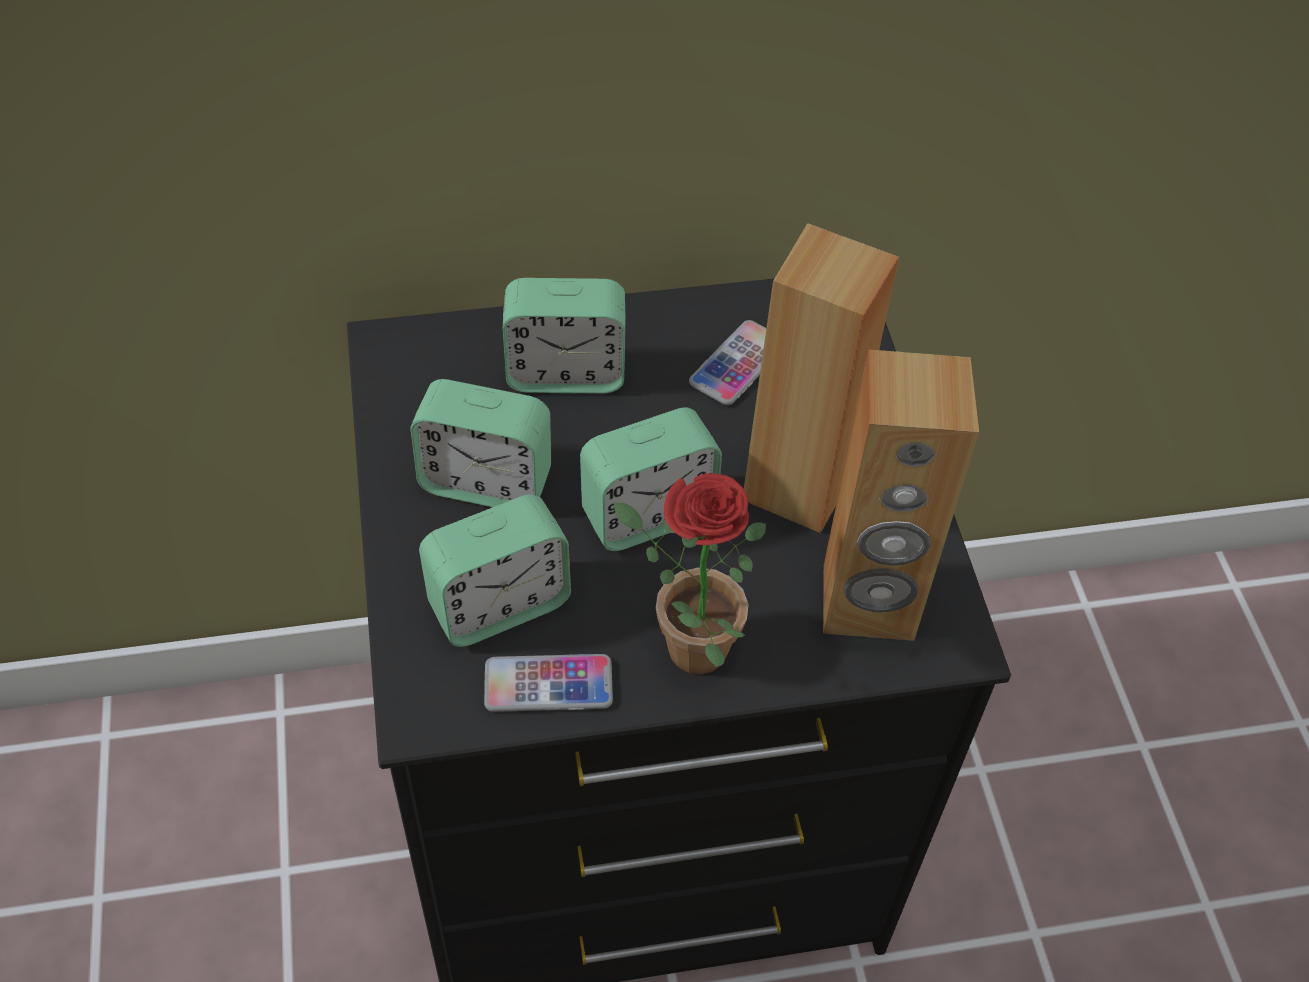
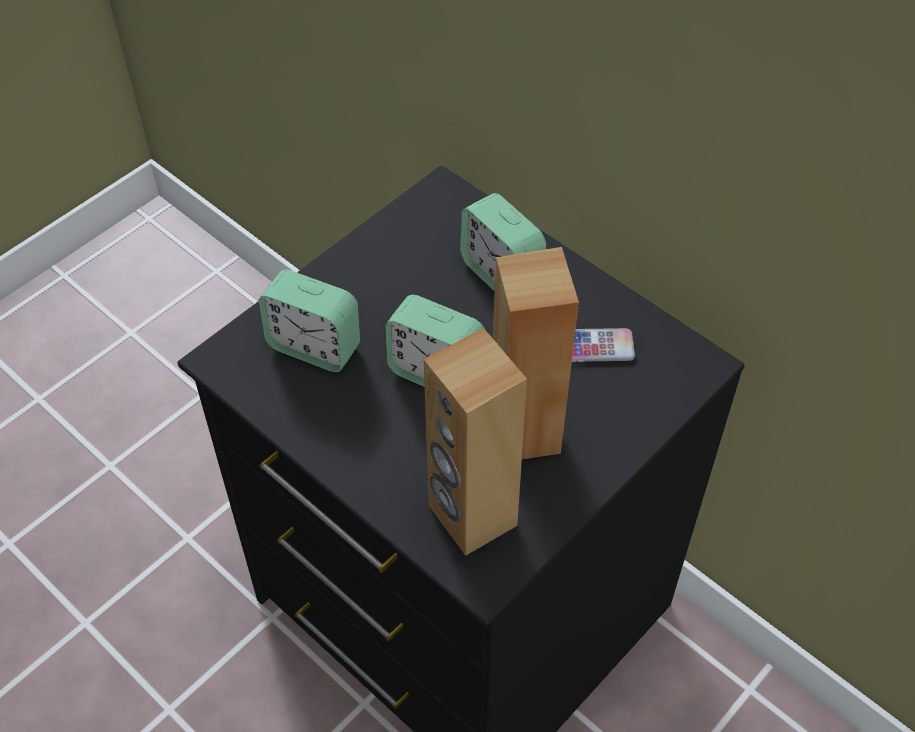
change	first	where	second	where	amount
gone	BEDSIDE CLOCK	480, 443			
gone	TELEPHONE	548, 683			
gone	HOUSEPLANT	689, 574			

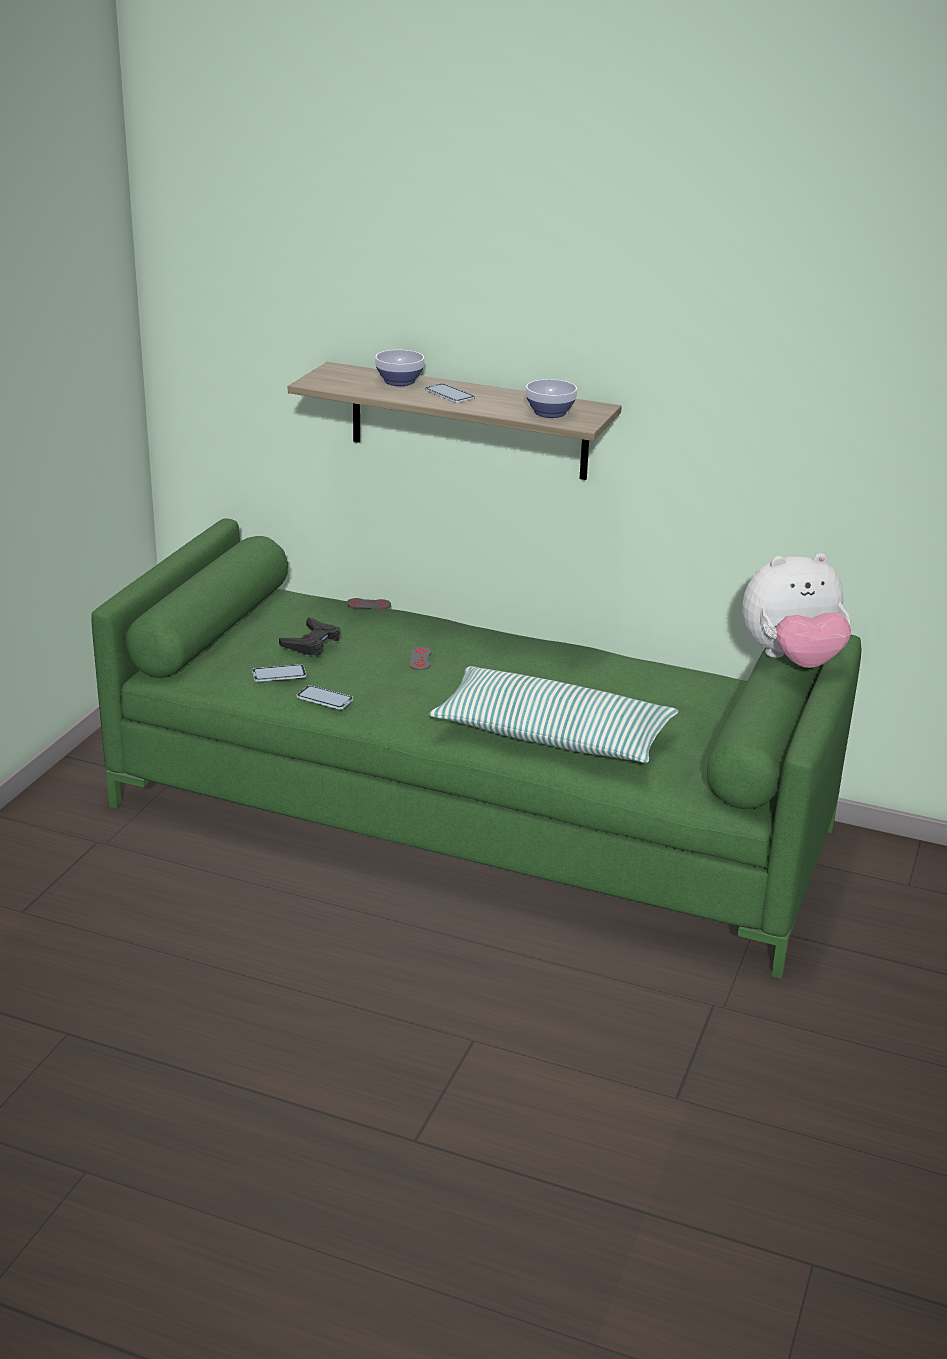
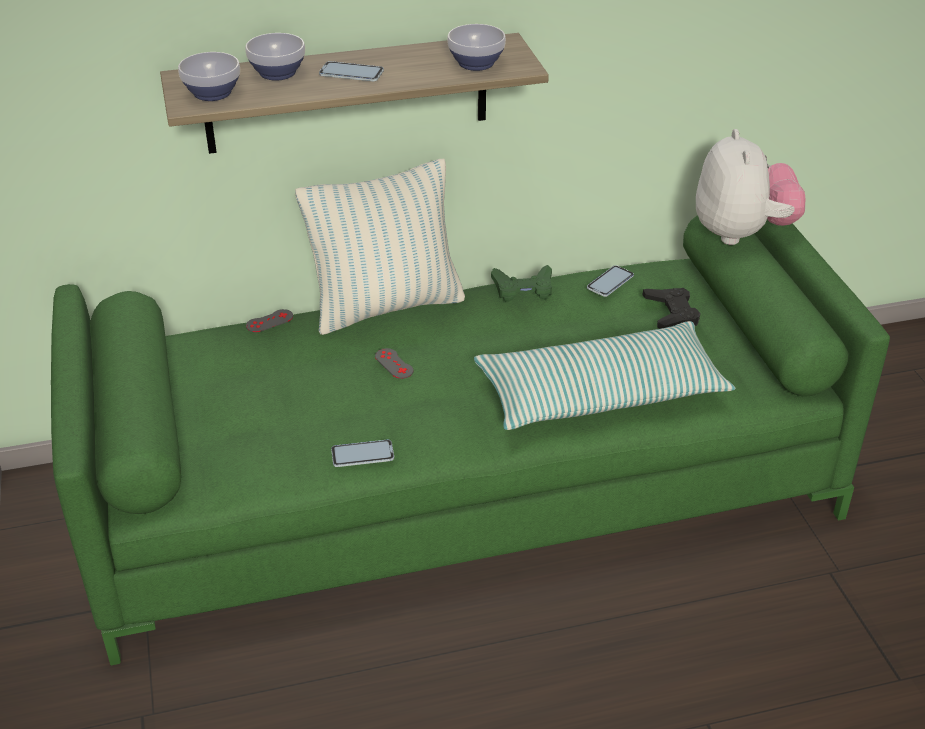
change	first	where	second	where	amount
new			SERVING BOWL	209, 76	
new			PILLOW	380, 247	
new			GREEN-COLOURED GAME CONTROLLER	521, 283	
shifted	TELEPHONE	279, 673		610, 281	
shifted	BLACK GAME CONTROLLER	309, 636		671, 308	
rotated	CUDDLY TOY	796, 610		750, 187	45 degrees counterclockwise

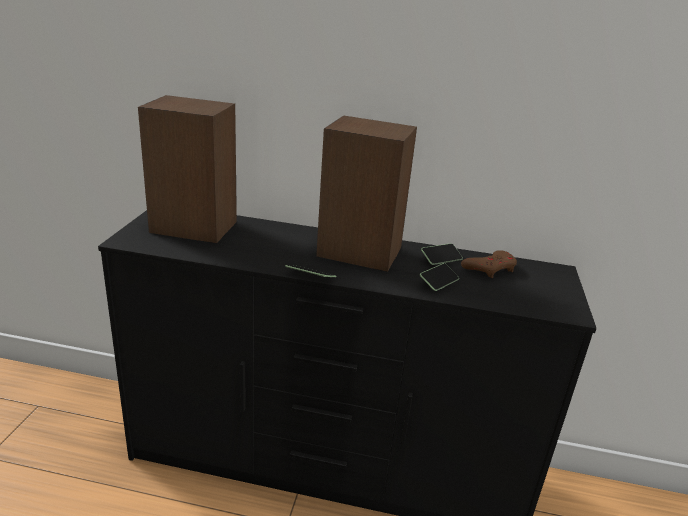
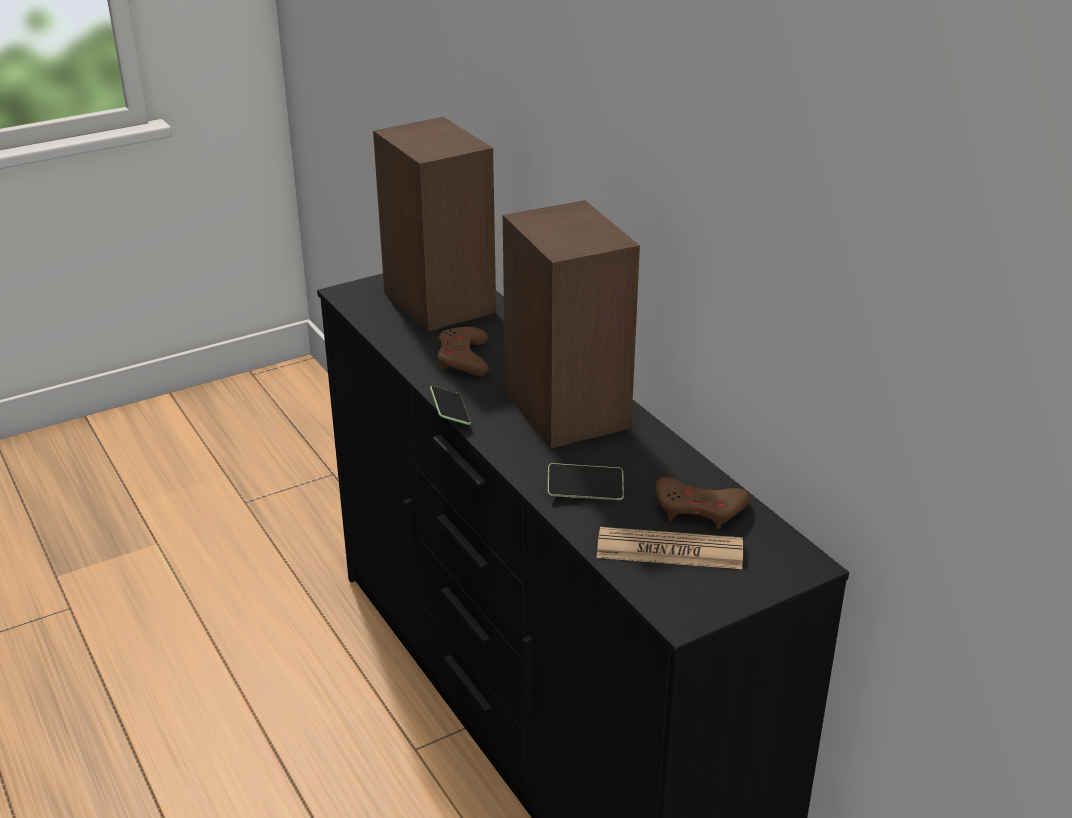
change	first	where	second	where	amount
gone	TELEPHONE	442, 254			
new			BROWNISH GAME CONTROLLER	463, 351	
new			PRINTED PAPER	670, 548	

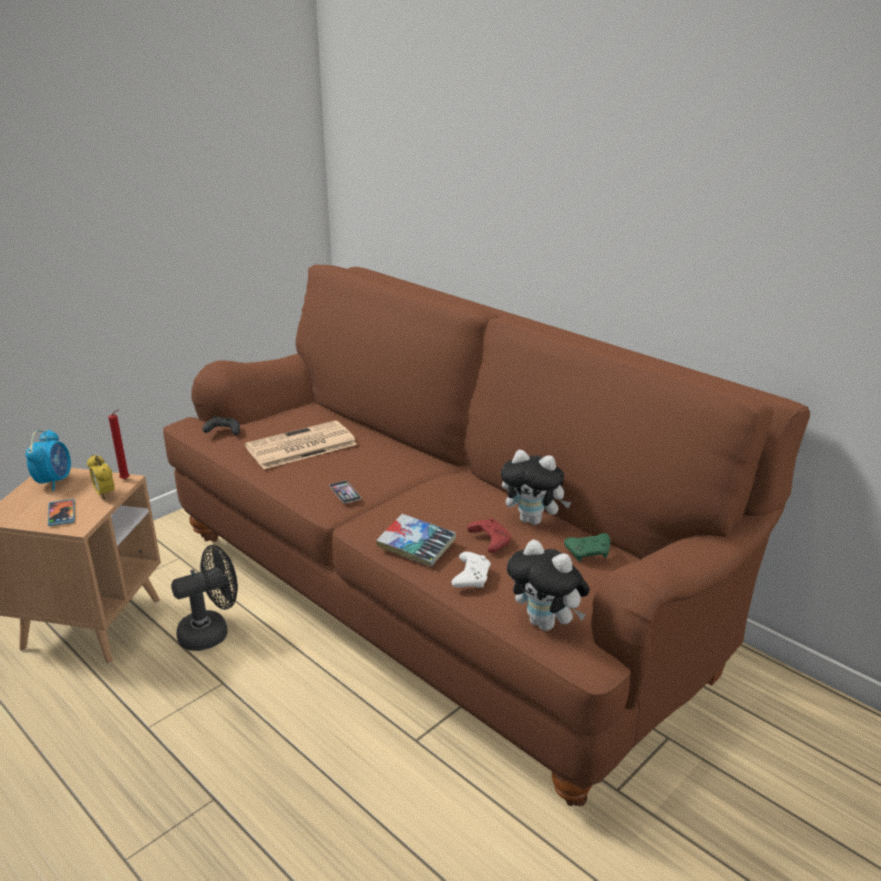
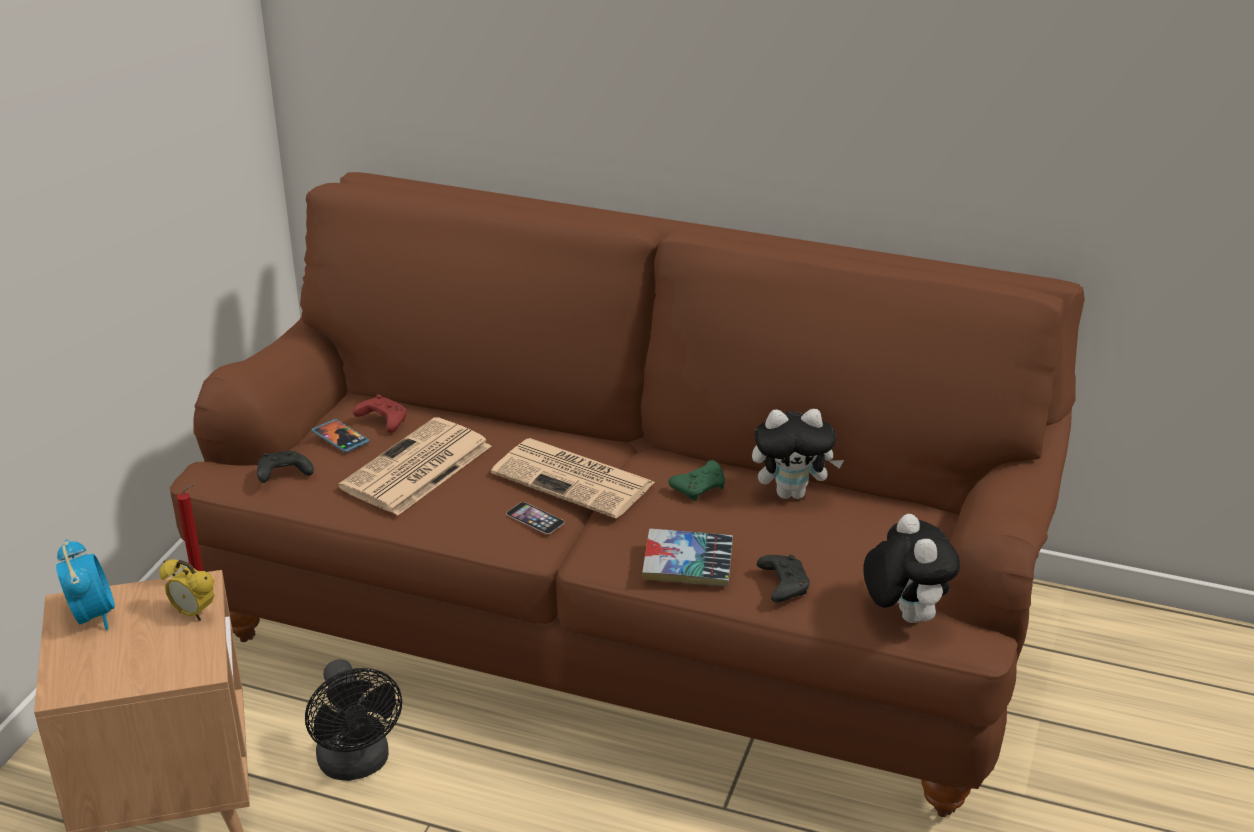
change	first	where	second	where	amount
new			PRINTED PAPER	573, 478	
shifted	TELEPHONE	61, 512		340, 436	
shifted	RED GAME CONTROLLER	489, 535		380, 414	
shifted	GREEN-COLOURED GAME CONTROLLER	587, 547		696, 480	
repainted	WHITE GAME CONTROLLER	471, 570	BLACK GAME CONTROLLER	783, 579	
rotated	BLACK COOLING FAN	204, 598		353, 720	120 degrees clockwise
rotated	CUDDLY TOY	548, 585		911, 568	120 degrees counterclockwise

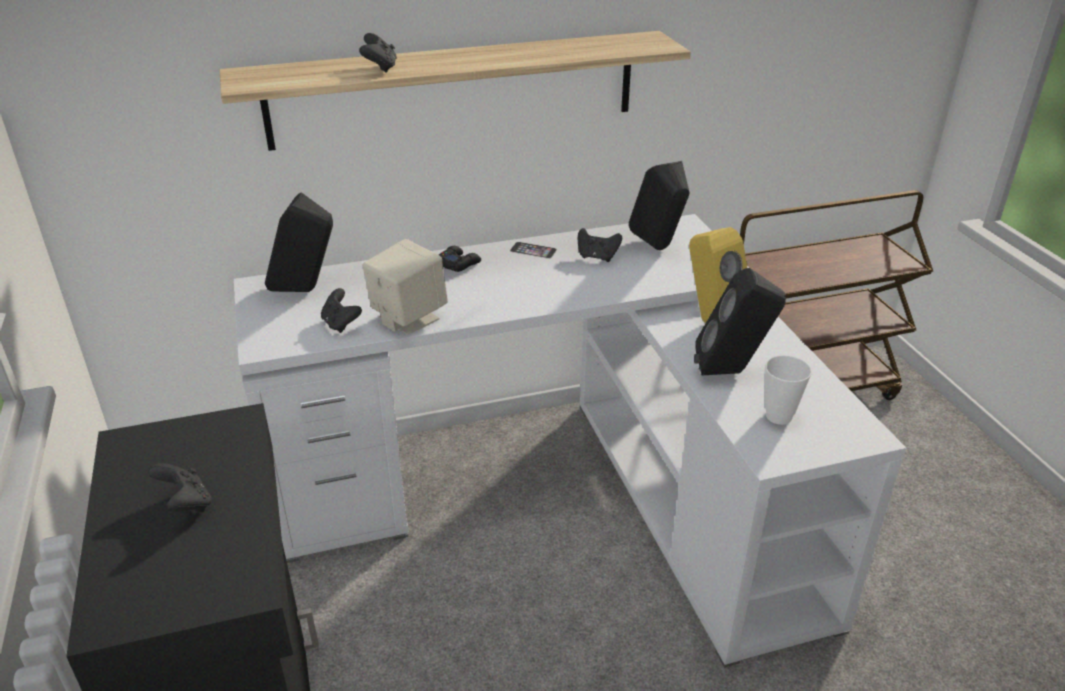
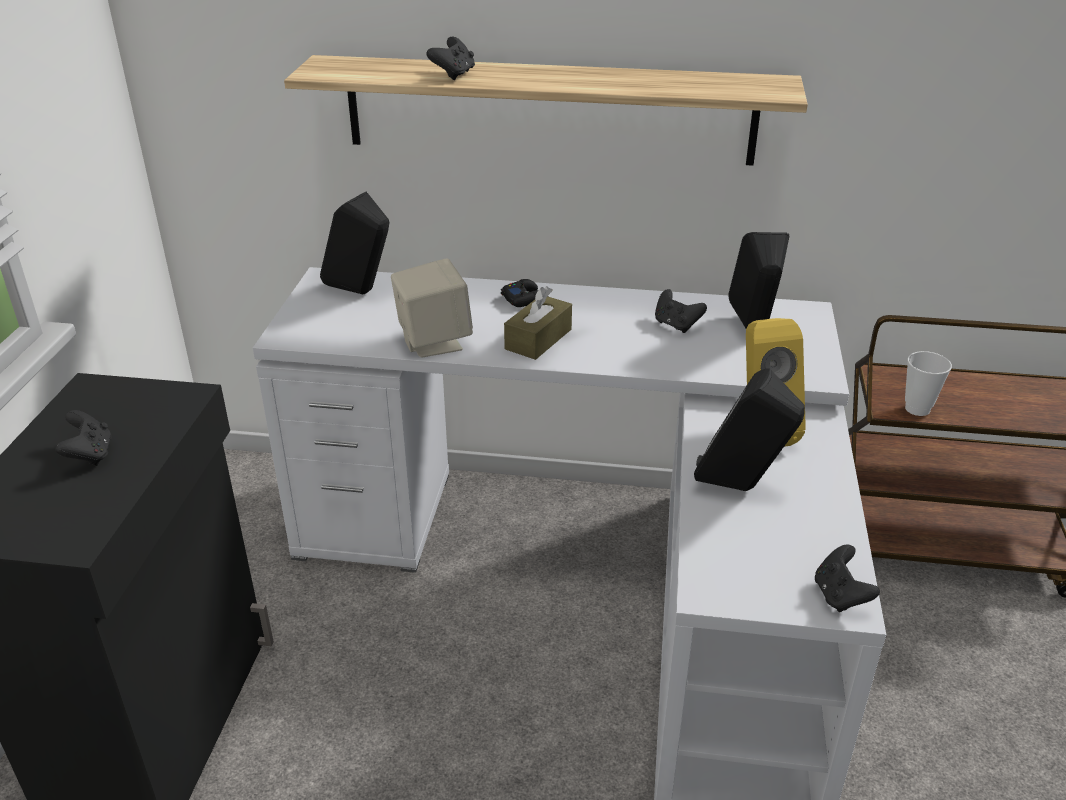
change	first	where	second	where	amount
gone	TELEPHONE	533, 250			
new			BROWNISH BOX OF TISSUES	538, 323	
shifted	BLACK GAME CONTROLLER	341, 310		847, 578	
shifted	CUP	788, 390		928, 383	

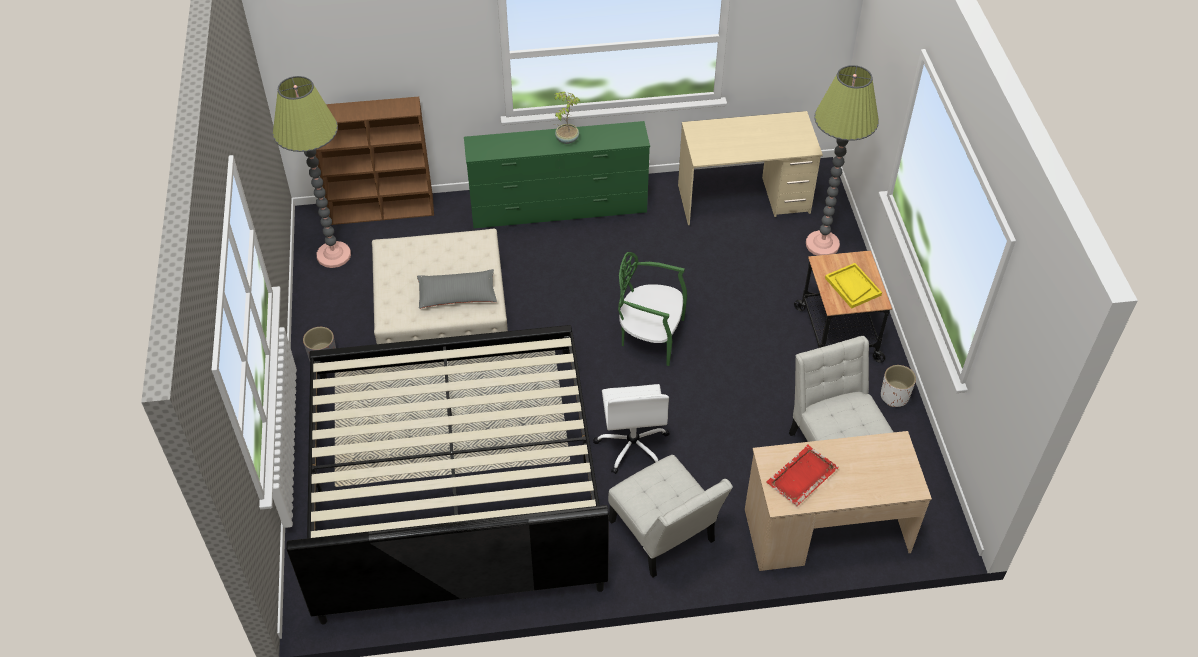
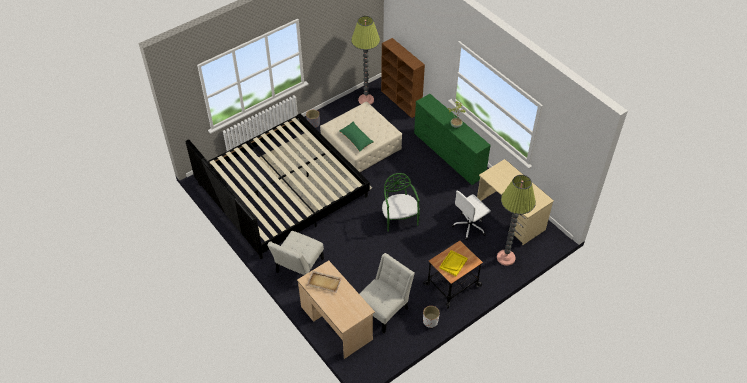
change	first	where	second	where	amount
shifted	WHITE OFFICE CHAIR	631, 429		471, 215	
repainted	GRAY PILLOW	457, 289	GREEN-COLOURED PILLOW	356, 137	
repainted	RED TRAY	802, 475	BEIGE TRAY	324, 282	

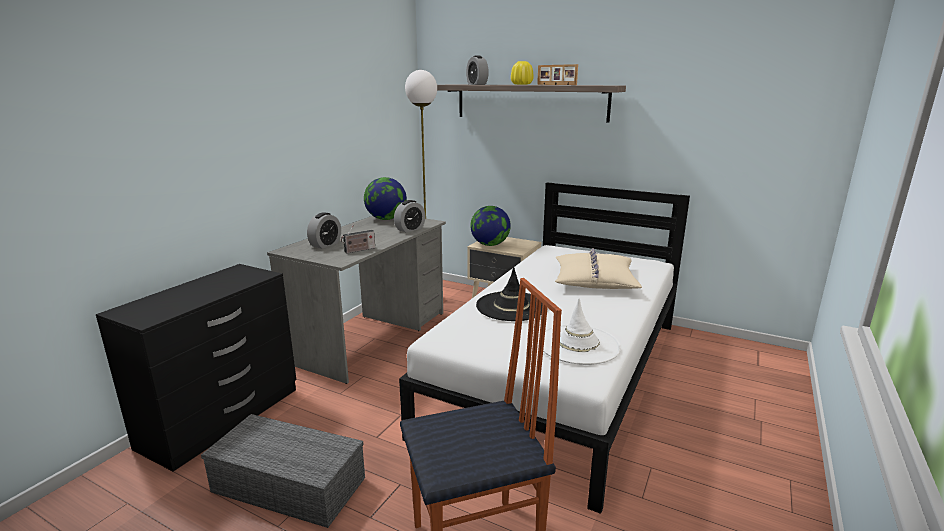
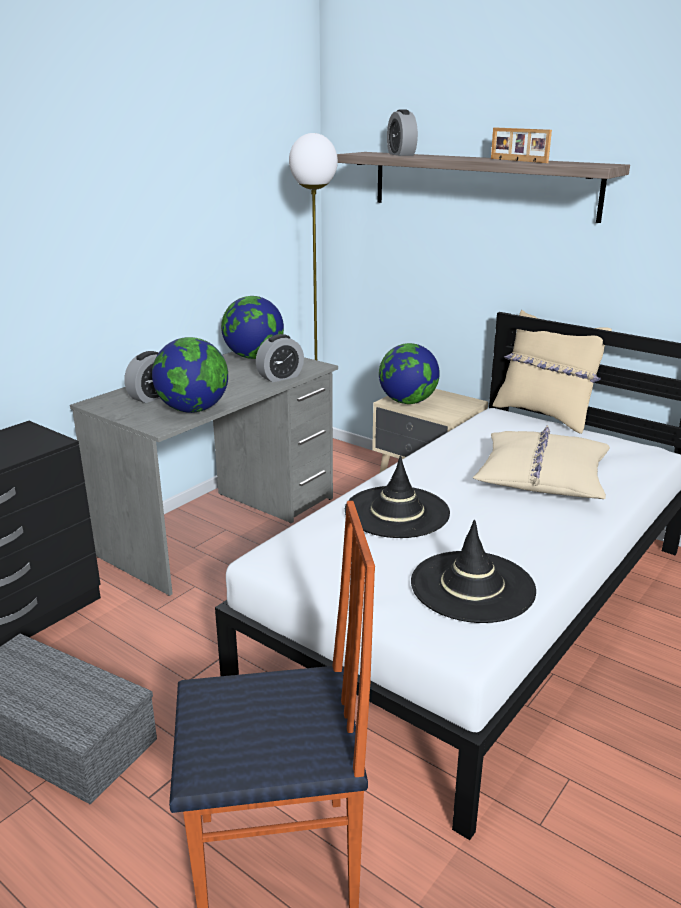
change	first	where	second	where	amount
gone	YELLOWISH DECORATIVE VASE	522, 73			
new			BEIGE PILLOW	552, 372	
swapped	RADIO SET	358, 238	DESK GLOBE	190, 375	
repainted	WHITE WEARABLE HAT	579, 331	BLACK WEARABLE HAT	473, 571	

